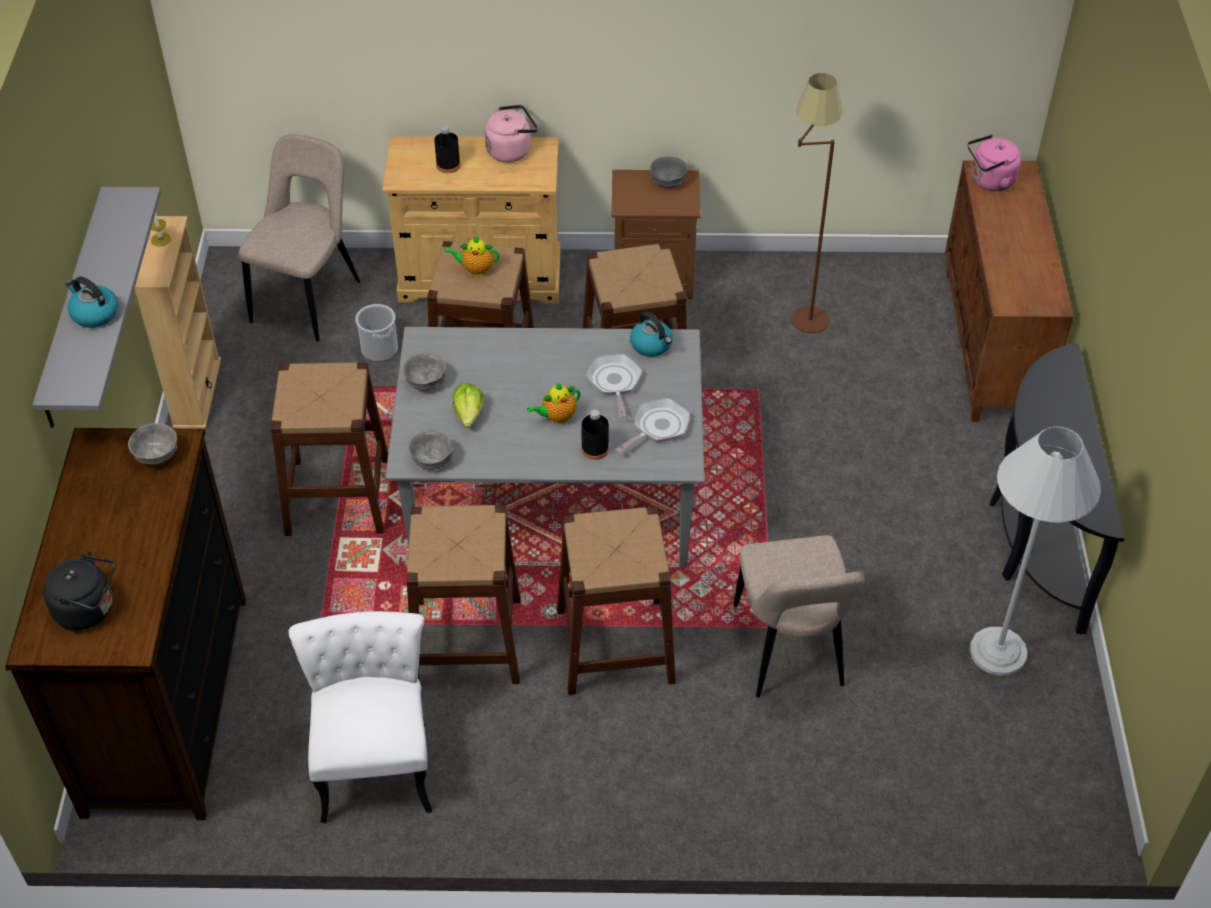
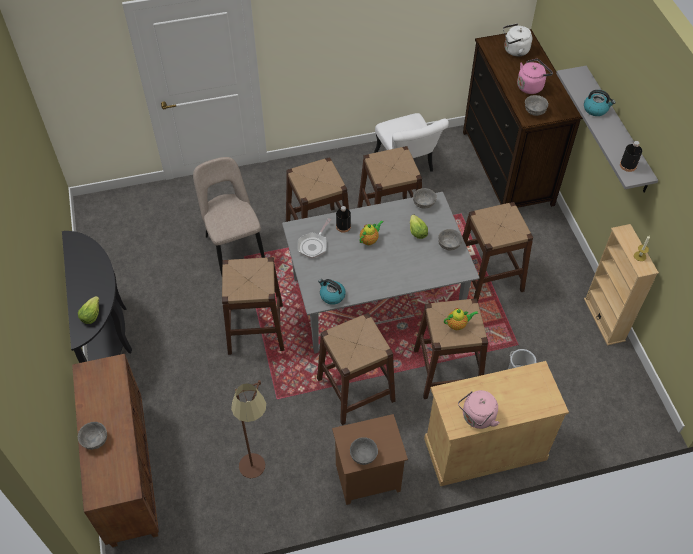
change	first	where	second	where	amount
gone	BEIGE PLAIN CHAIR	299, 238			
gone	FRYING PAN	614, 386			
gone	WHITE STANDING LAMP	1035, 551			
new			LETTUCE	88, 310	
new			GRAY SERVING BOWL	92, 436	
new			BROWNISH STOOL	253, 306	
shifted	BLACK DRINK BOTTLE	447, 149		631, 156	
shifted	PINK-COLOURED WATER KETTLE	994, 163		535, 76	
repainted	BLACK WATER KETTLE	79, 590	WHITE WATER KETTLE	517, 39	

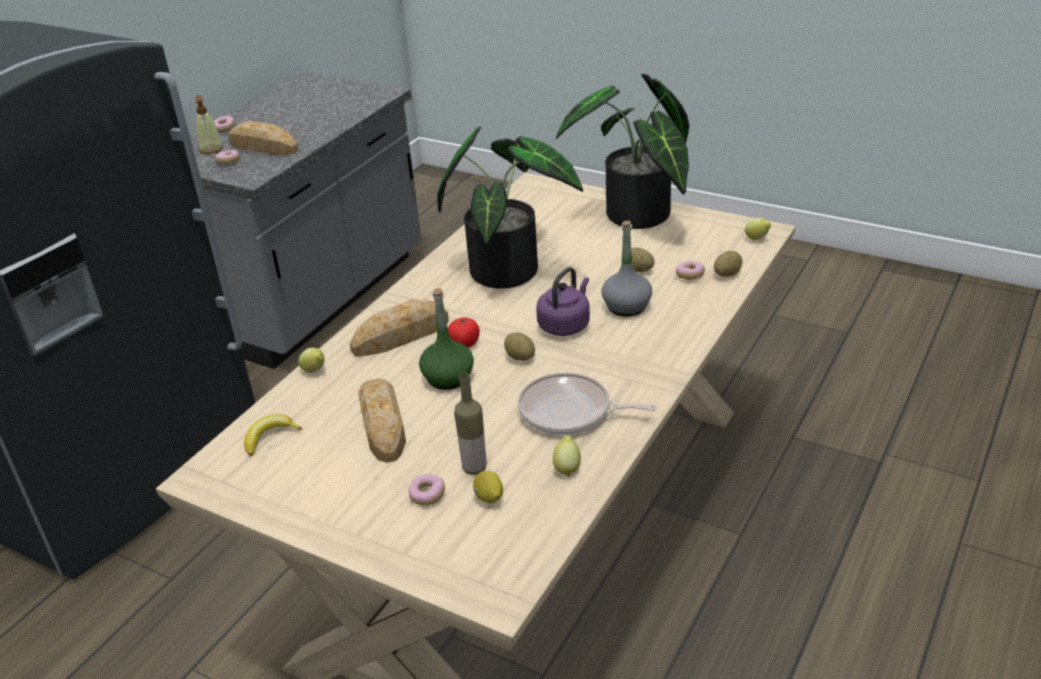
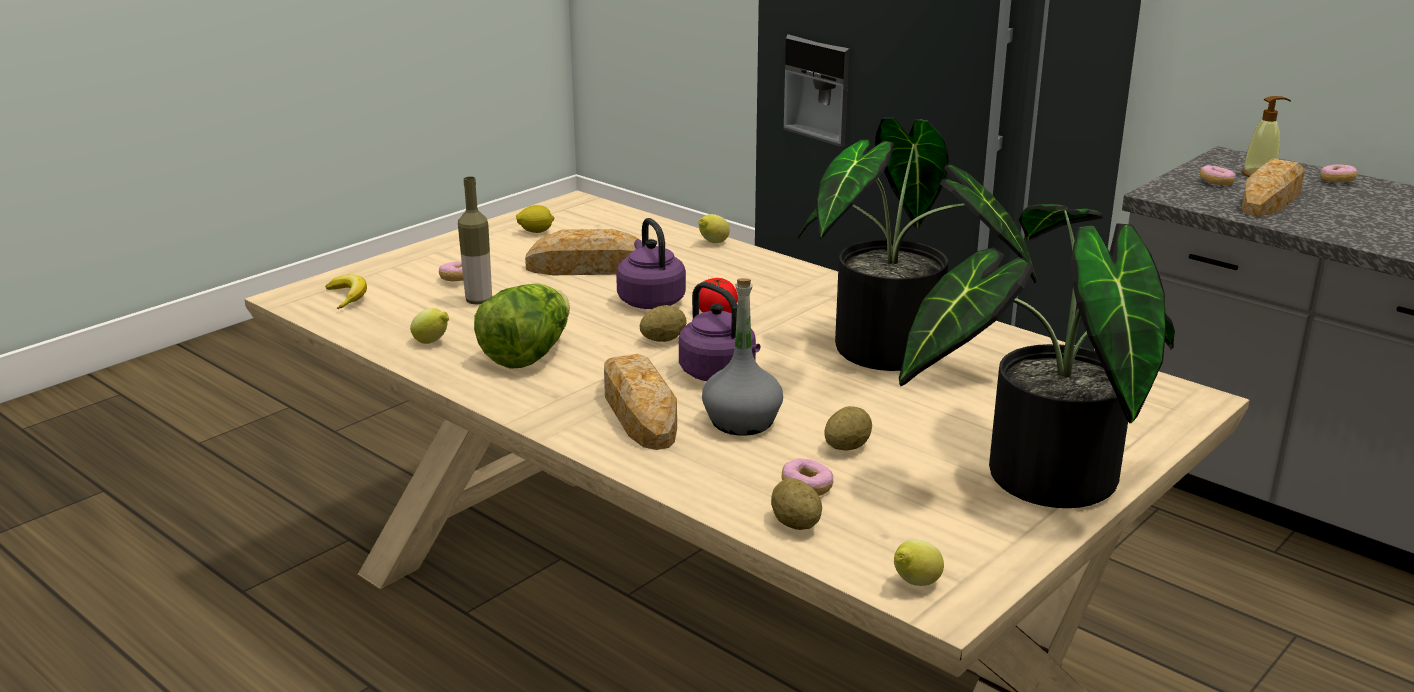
change	first	where	second	where	amount
shifted	WHOLE BANANA	273, 435		346, 292	
shifted	BREAD	399, 328		640, 402	
shifted	LEMON	488, 487		535, 219	
swapped	GREEN-COLOURED DRINK BOTTLE	446, 339	PURPLE WATER KETTLE	651, 263	
swapped	FRYING PAN	587, 403	LETTUCE	522, 326	

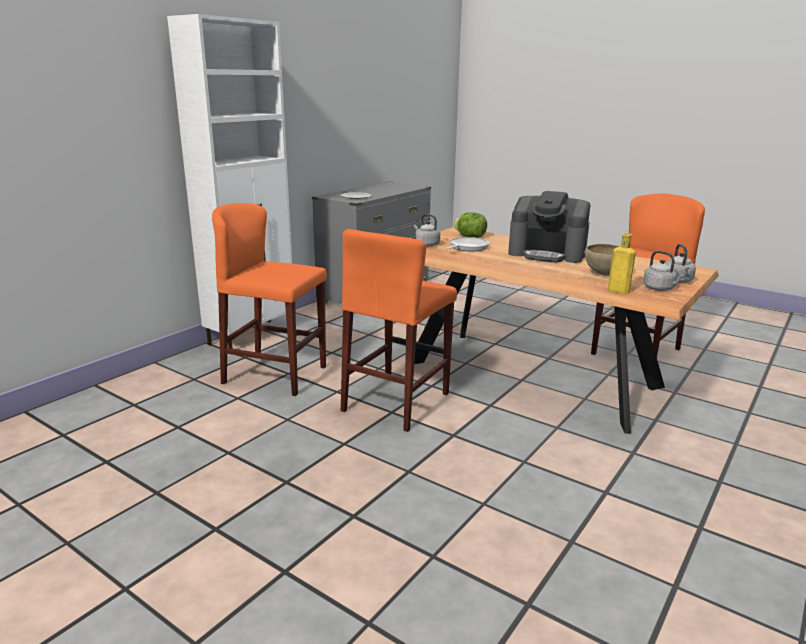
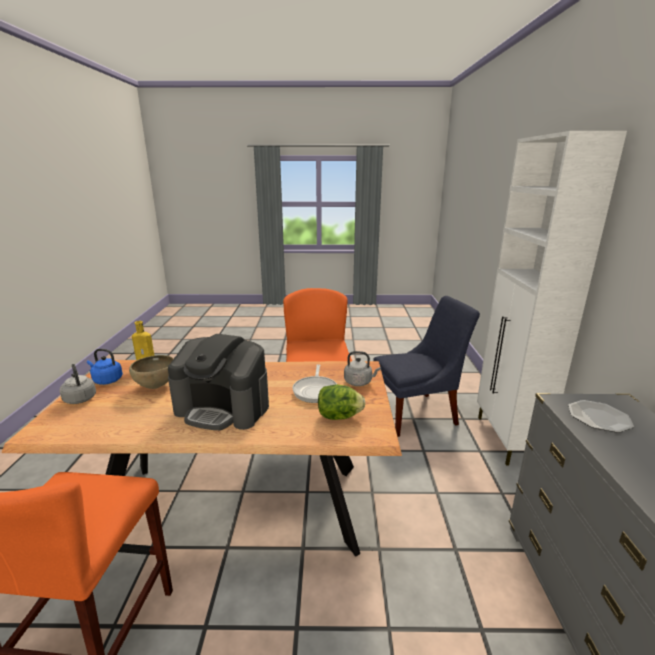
change	first	where	second	where	amount
swapped	ORANGE-COLOURED STOOL	269, 299	BLUE PLAIN CHAIR	426, 366	
repainted	GRAY WATER KETTLE	664, 271	BLUE WATER KETTLE	105, 367	
rotated	COFFEE MACHINE	549, 227		218, 382	150 degrees counterclockwise

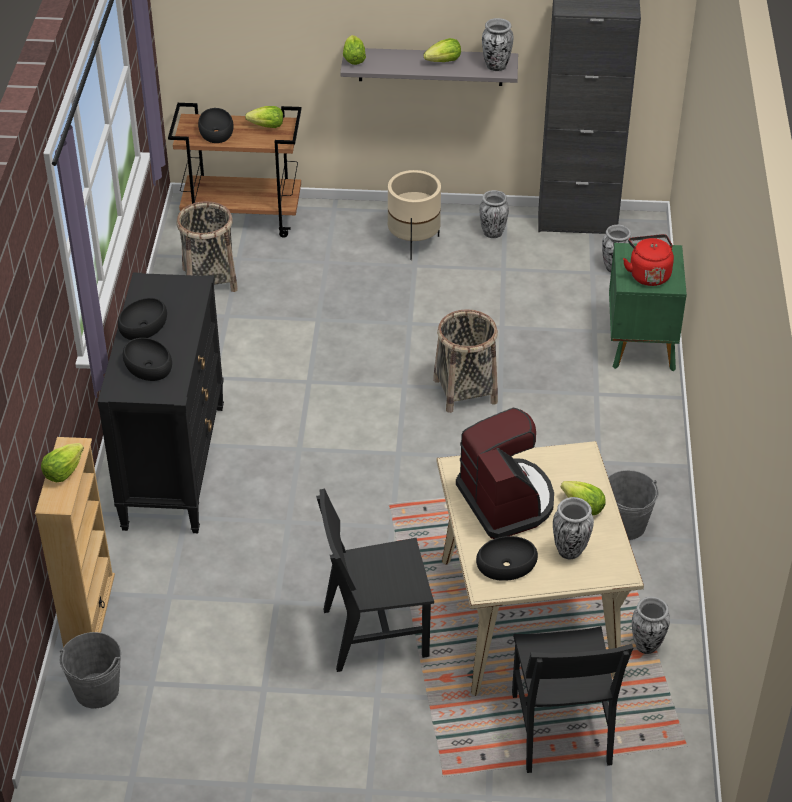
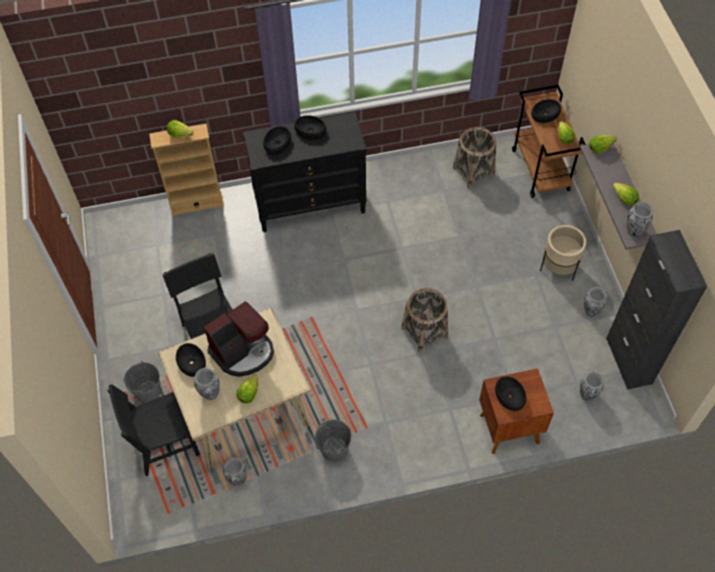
change	first	where	second	where	amount
shifted	GRAY BUCKET	90, 670		142, 382	
swapped	RED WATER KETTLE	648, 260	BLACK SERVING BOWL	510, 393	
repainted	GREEN-COLOURED NIGHTSTAND	648, 307	BROWNISH NIGHTSTAND	516, 411	

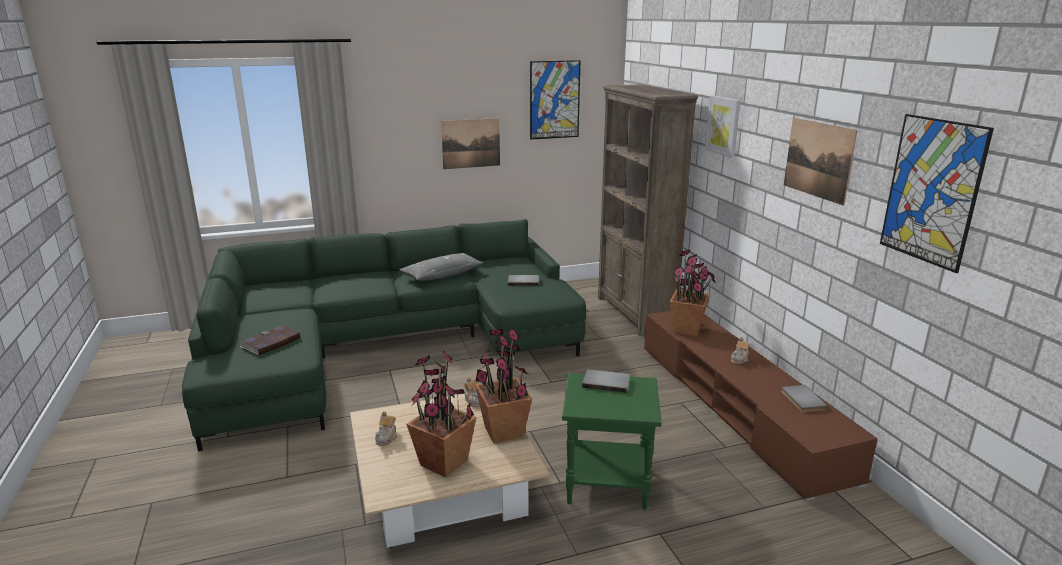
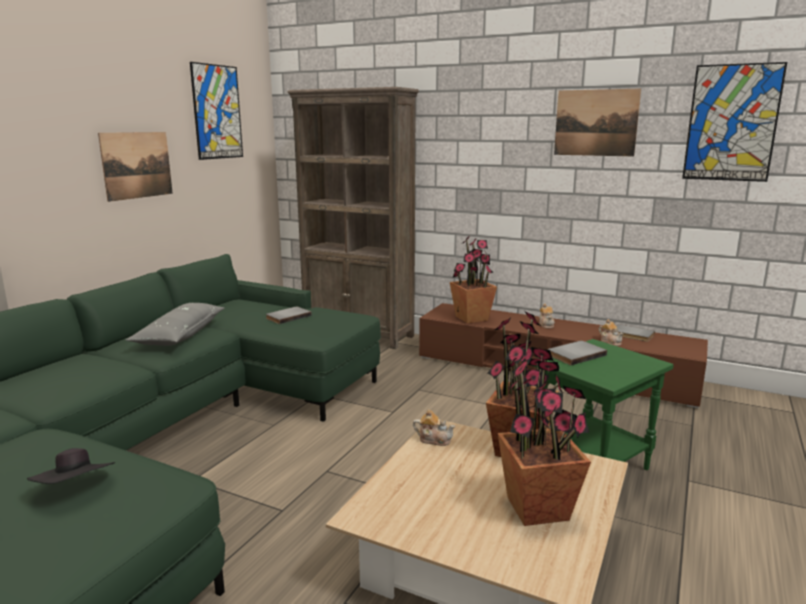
change	first	where	second	where	amount
gone	PICTURE	722, 126			
shifted	TEAPOT	386, 428		611, 332	
swapped	VOLUME	270, 340	BLACK WEARABLE HAT	71, 466	

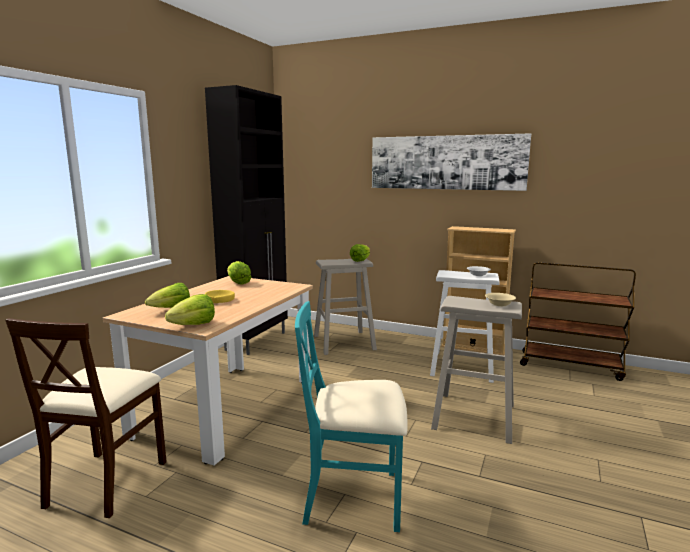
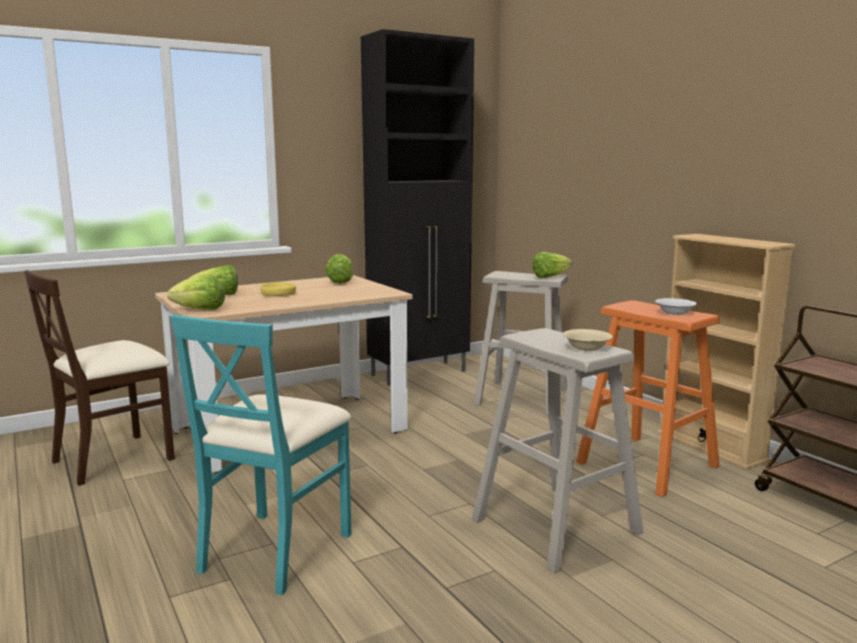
change	first	where	second	where	amount
gone	PICTURE	451, 162			
repainted	WHITE STOOL	465, 326	ORANGE-COLOURED STOOL	648, 398	
rotated	BLUE-GREEN PLAIN CHAIR	351, 416		261, 454	105 degrees counterclockwise

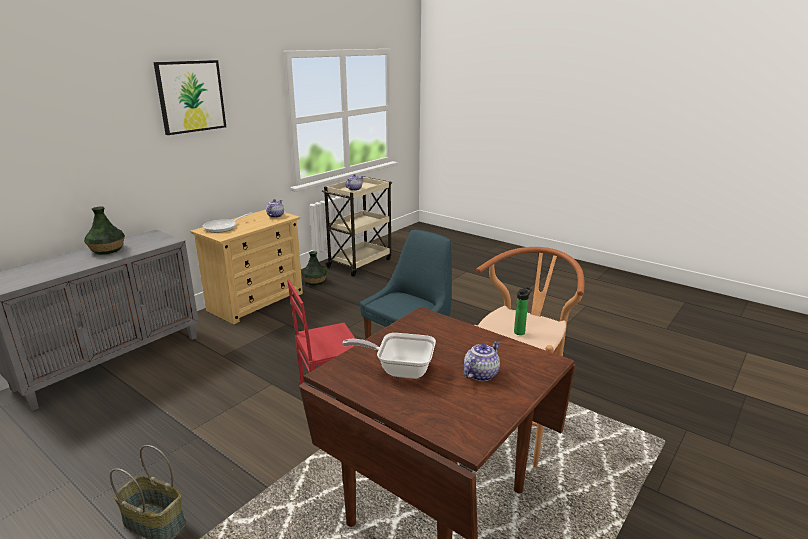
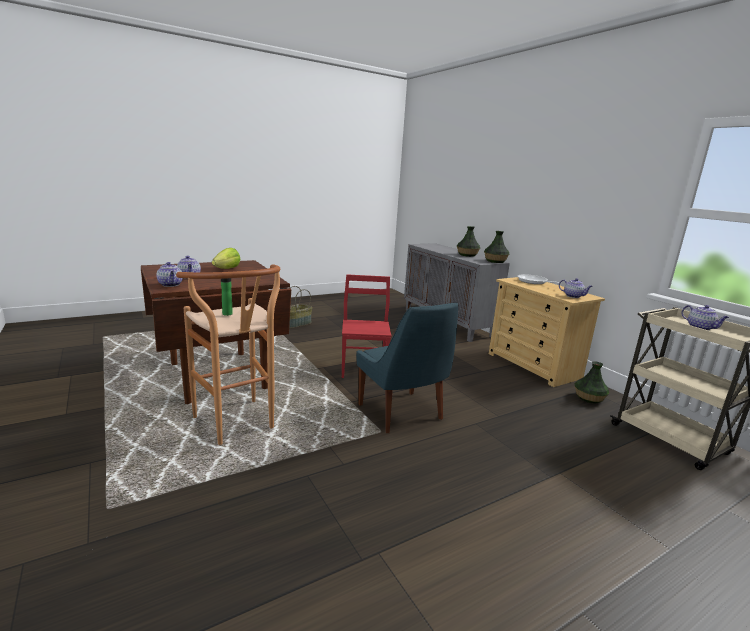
change	first	where	second	where	amount
gone	PICTURE	189, 97			
new			TEAPOT	170, 274	
new			DECORATIVE VASE	496, 247	
swapped	FRYING PAN	389, 356	LETTUCE	226, 258	

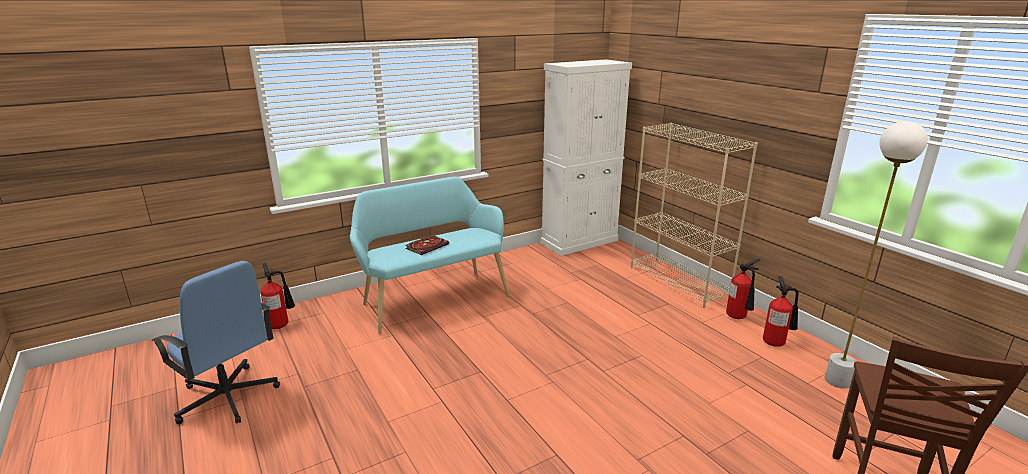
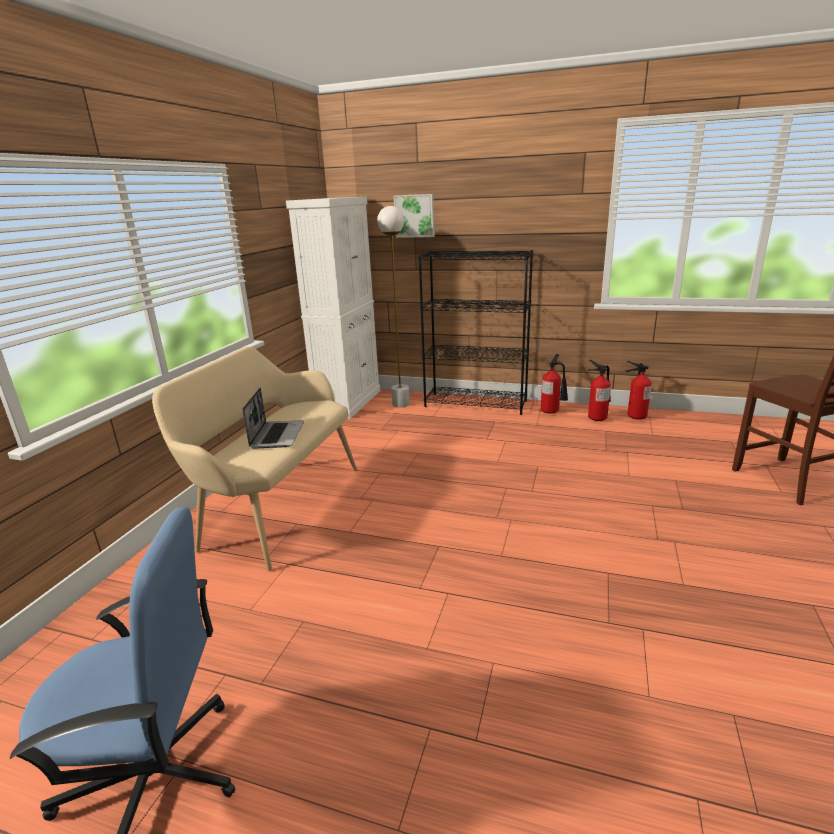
change	first	where	second	where	amount
new			PICTURE	414, 216	
shifted	FIRE-FIGHTING CYLINDER	278, 296		638, 390	
shifted	WHITE STANDING LAMP	876, 255		393, 306	
swapped	VOLUME	427, 245	LAPTOP	273, 418	
repainted	BLUE-GREEN BENCH	429, 255	BEIGE BENCH	254, 459	
repainted	BEIGE SHELVING UNIT	694, 215	BLACK SHELVING UNIT	475, 332	

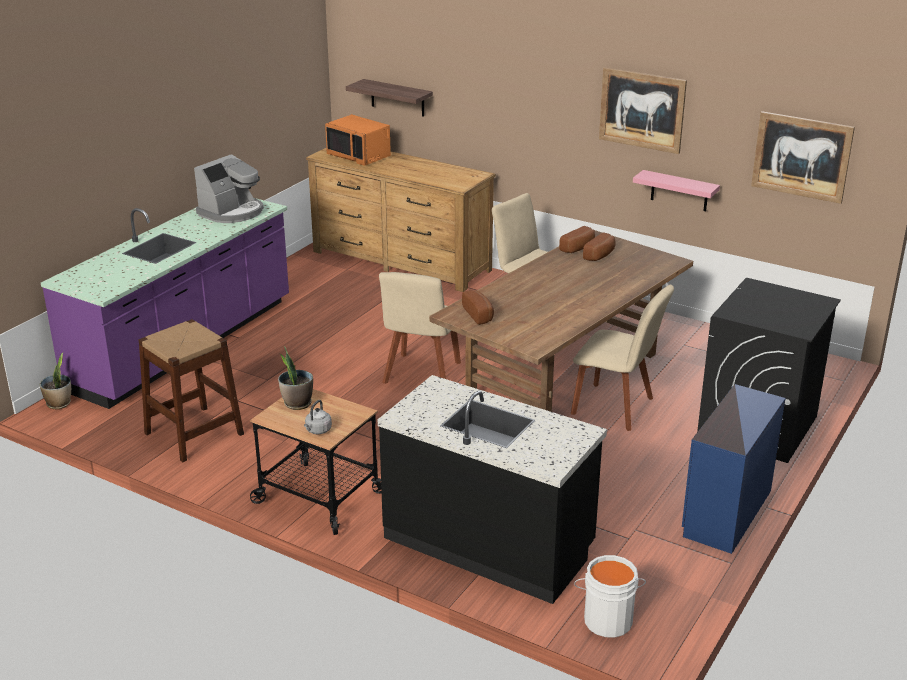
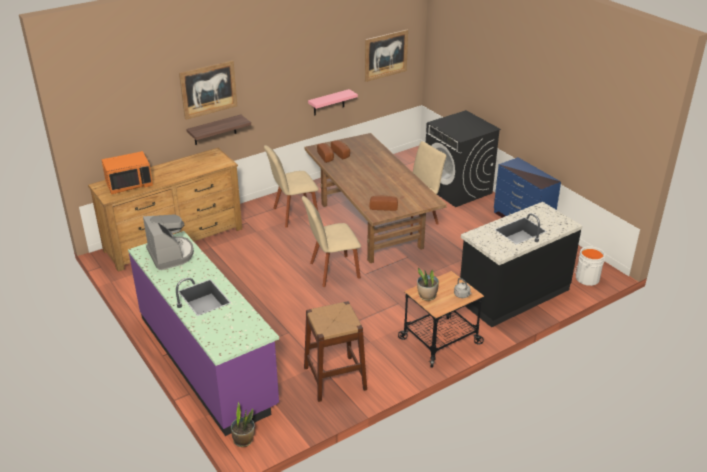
change	first	where	second	where	amount
shifted	WALL SHELF	389, 98		218, 129	
shifted	PICTURE	643, 110		208, 90	
rotated	BEIGE PLAIN CHAIR	420, 328		331, 241	120 degrees clockwise

